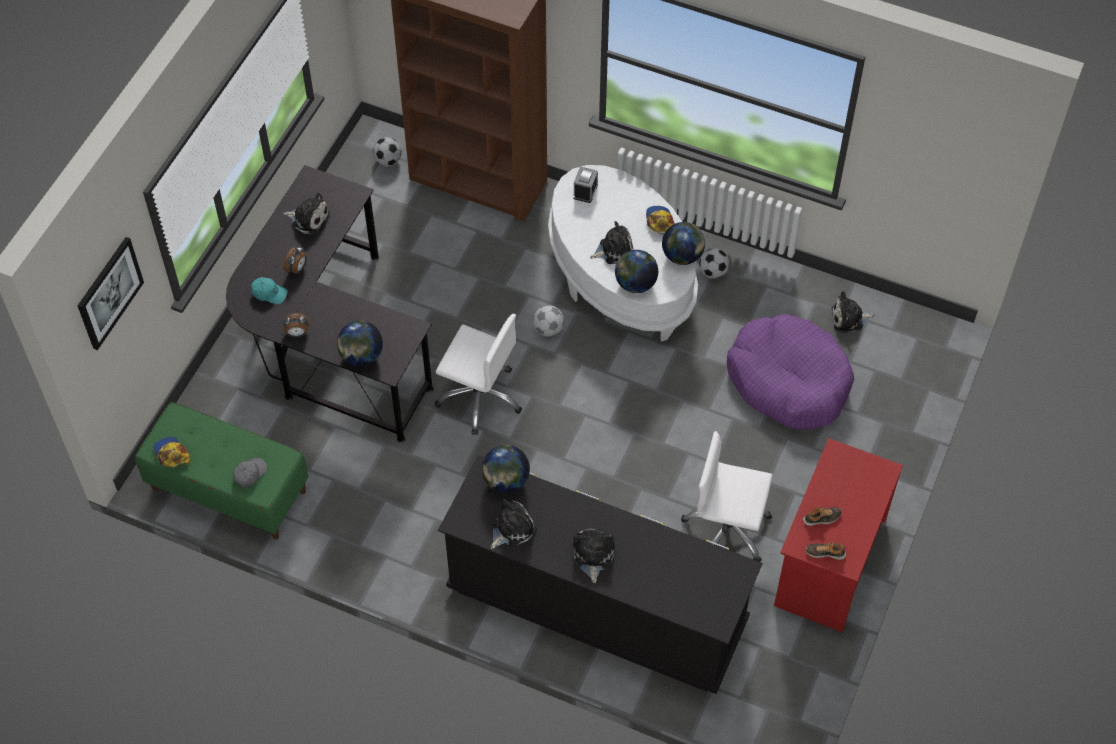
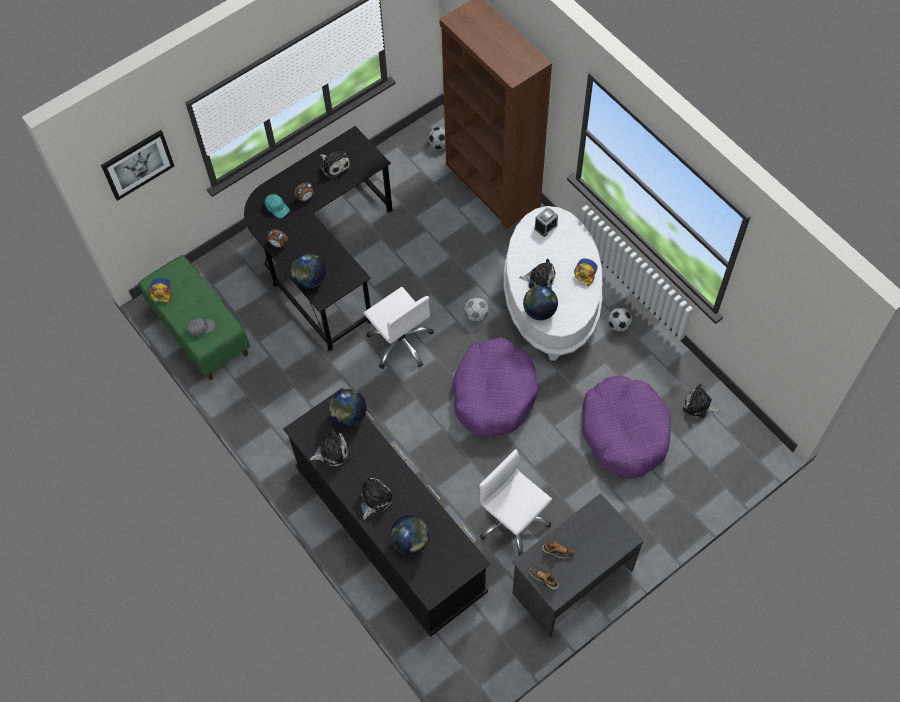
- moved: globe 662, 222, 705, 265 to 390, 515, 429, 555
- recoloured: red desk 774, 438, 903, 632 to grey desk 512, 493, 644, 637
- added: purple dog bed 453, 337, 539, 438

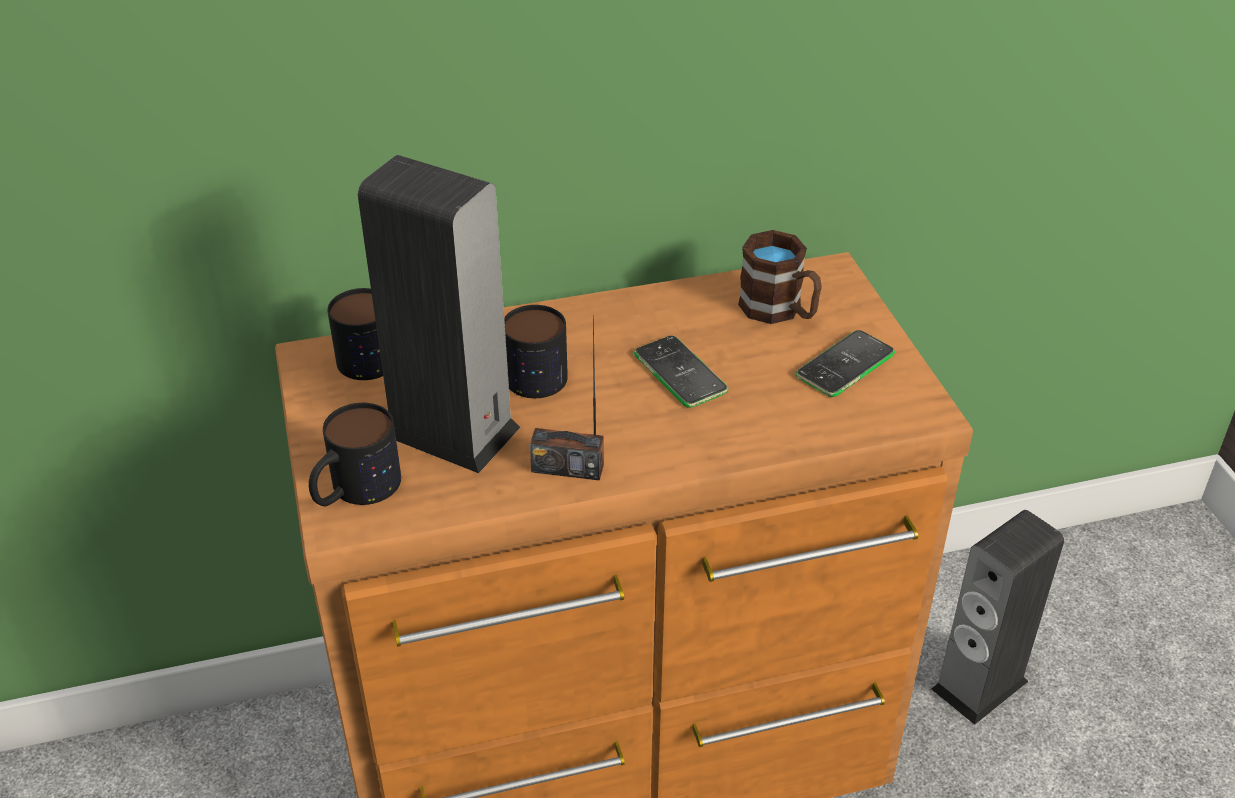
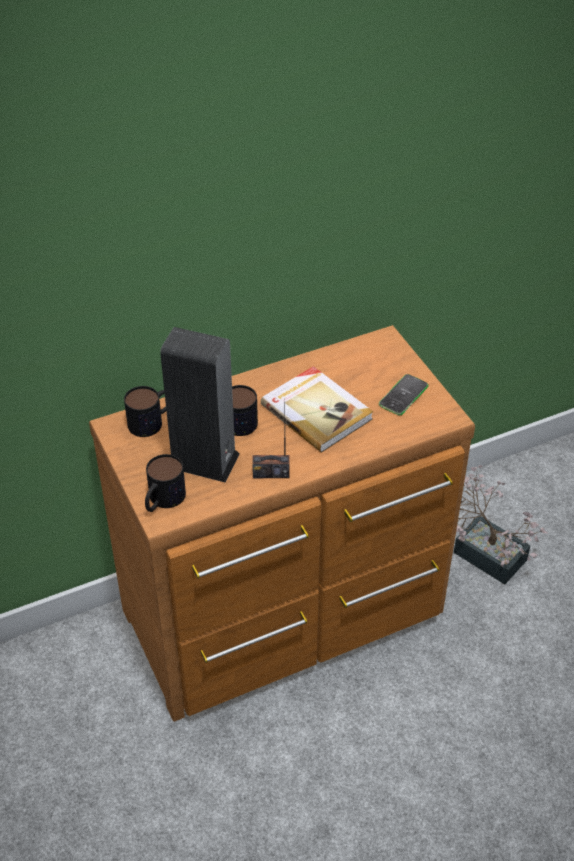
- replaced: phone 634, 336, 728, 408 to book 261, 366, 373, 453
- removed: brown mug 738, 230, 822, 324
- replaced: speaker 931, 510, 1064, 725 to potted plant 454, 465, 547, 584

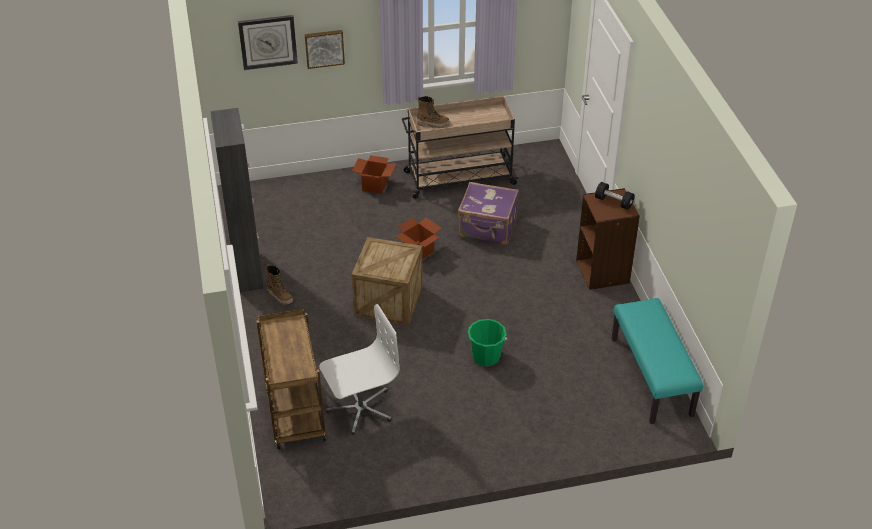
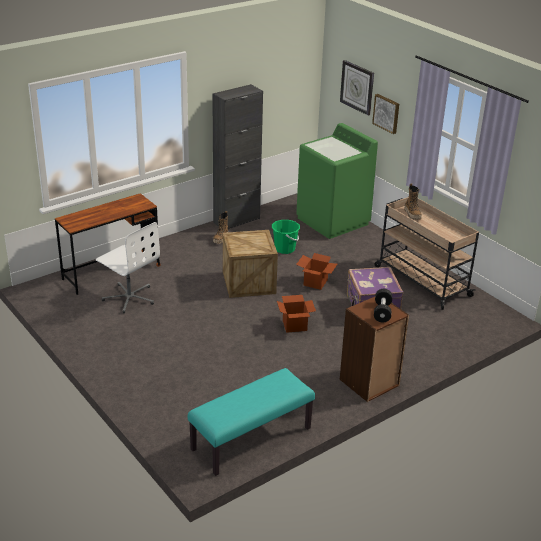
- replaced: brown cart 256, 309, 326, 449 to brown desk 55, 193, 161, 295
- moved: cardboard box 352, 155, 396, 194 to 277, 295, 316, 333
- moved: green bucket 468, 319, 507, 366 to 272, 220, 300, 254
- added: green washing machine 296, 123, 378, 239

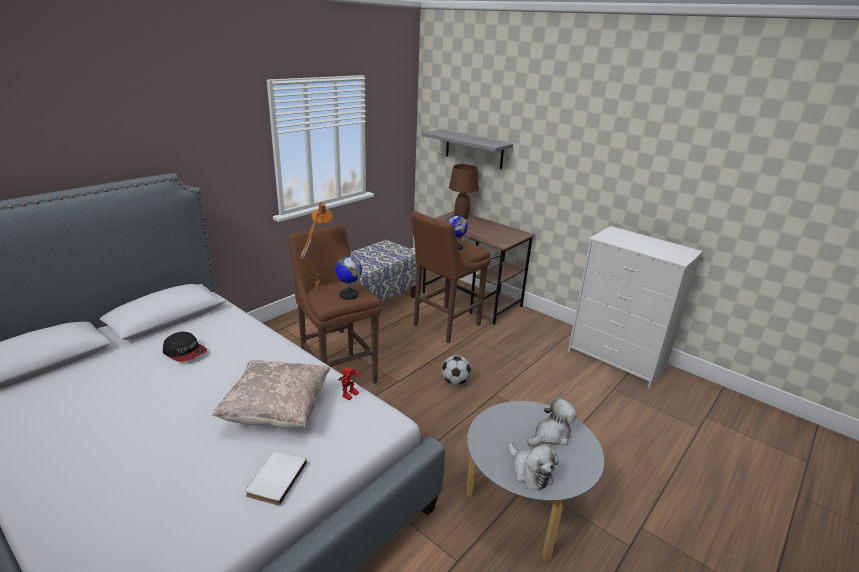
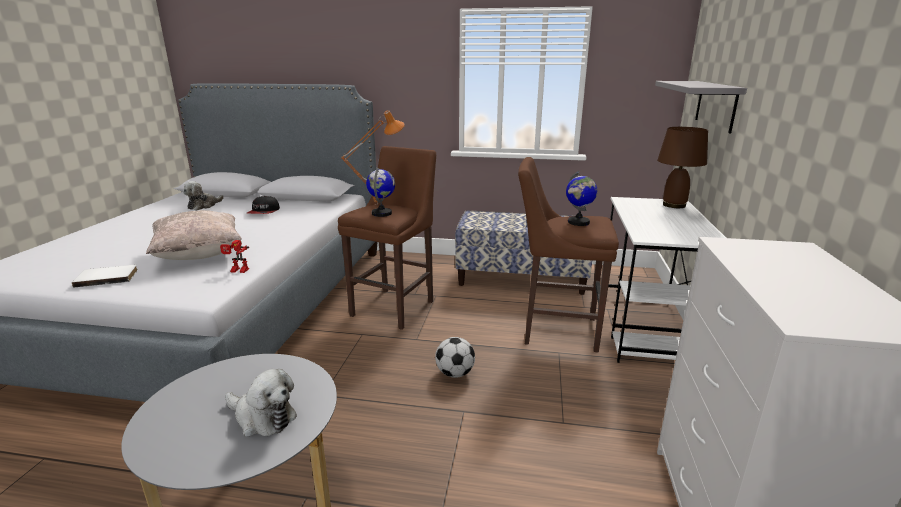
- recoloured: brown desk 422, 211, 535, 325 to white desk 608, 197, 726, 363
- moved: plush toy 508, 442, 559, 490 to 183, 181, 224, 211

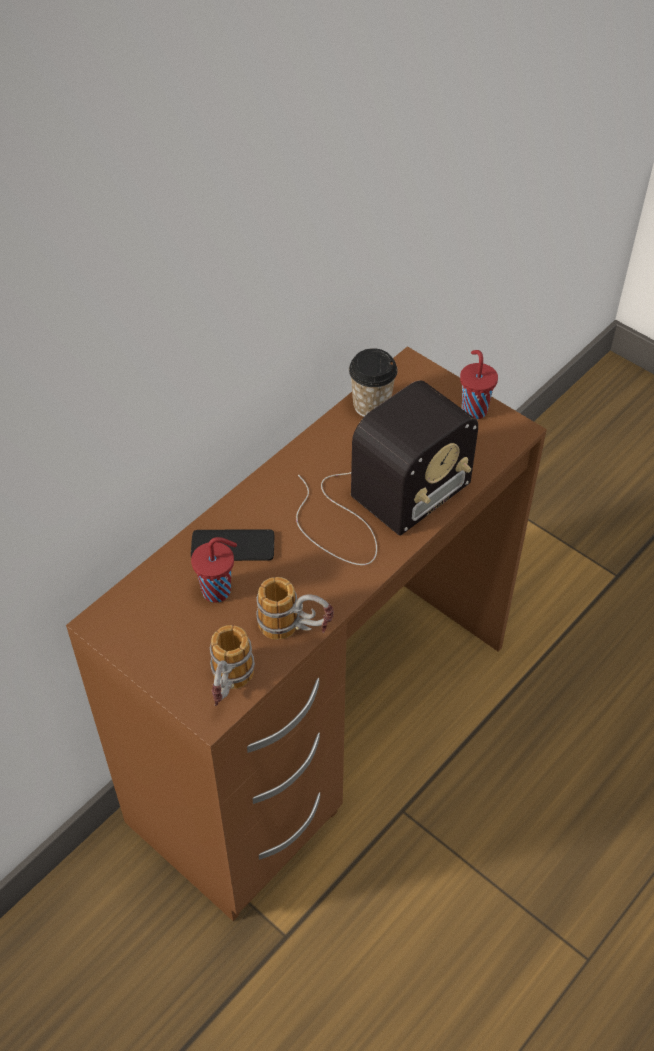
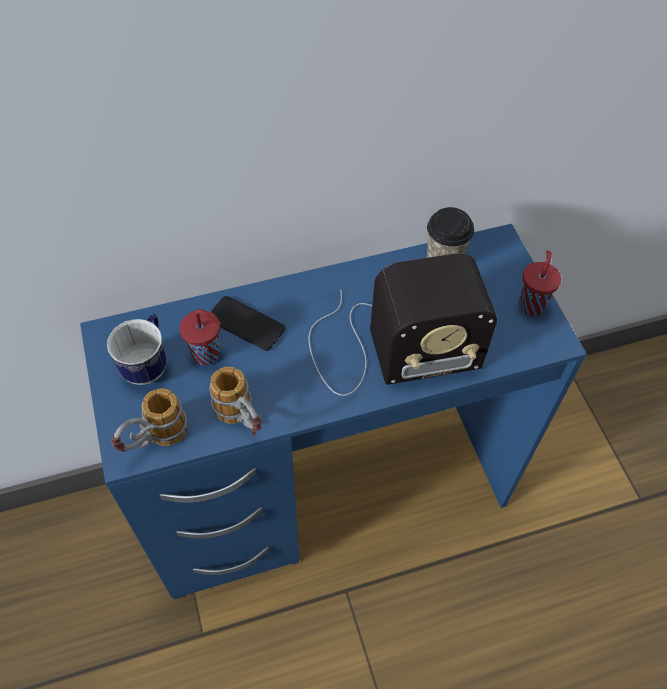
- recoloured: brown desk 66, 346, 547, 921 to blue desk 80, 224, 587, 599
- added: mug 107, 314, 167, 385

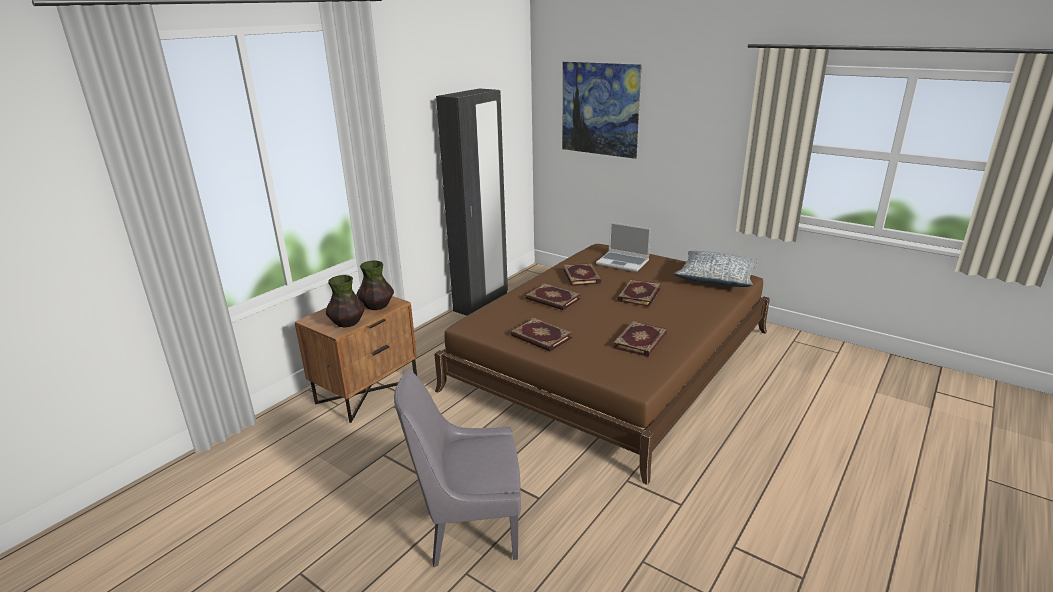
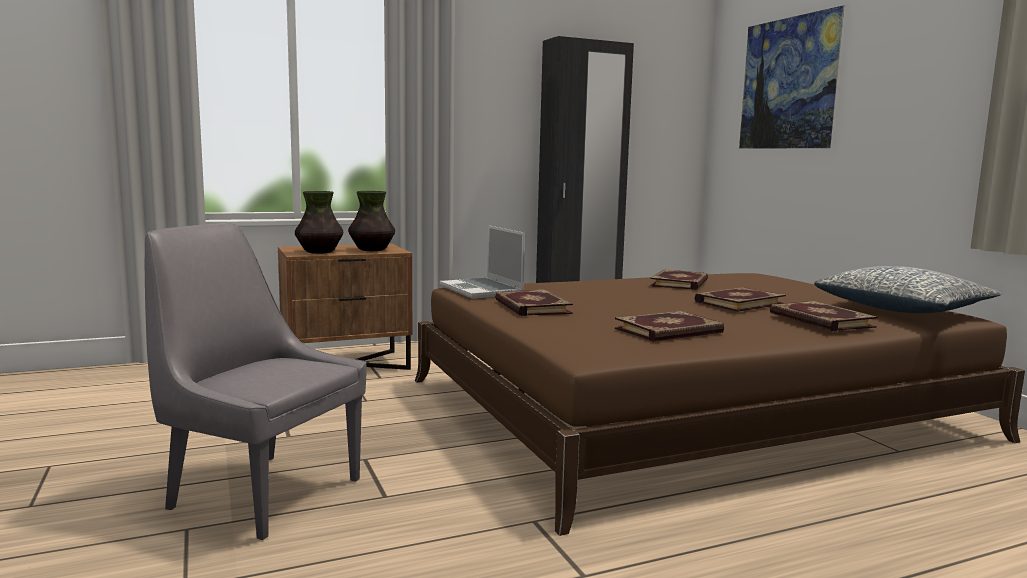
- moved: book 525, 283, 581, 310 to 770, 301, 878, 331
- moved: laptop 596, 222, 651, 272 to 440, 225, 525, 299

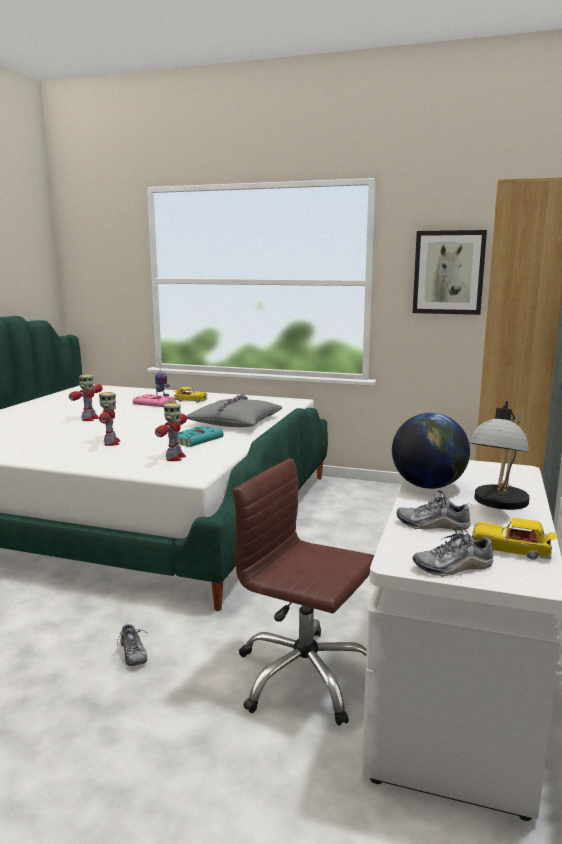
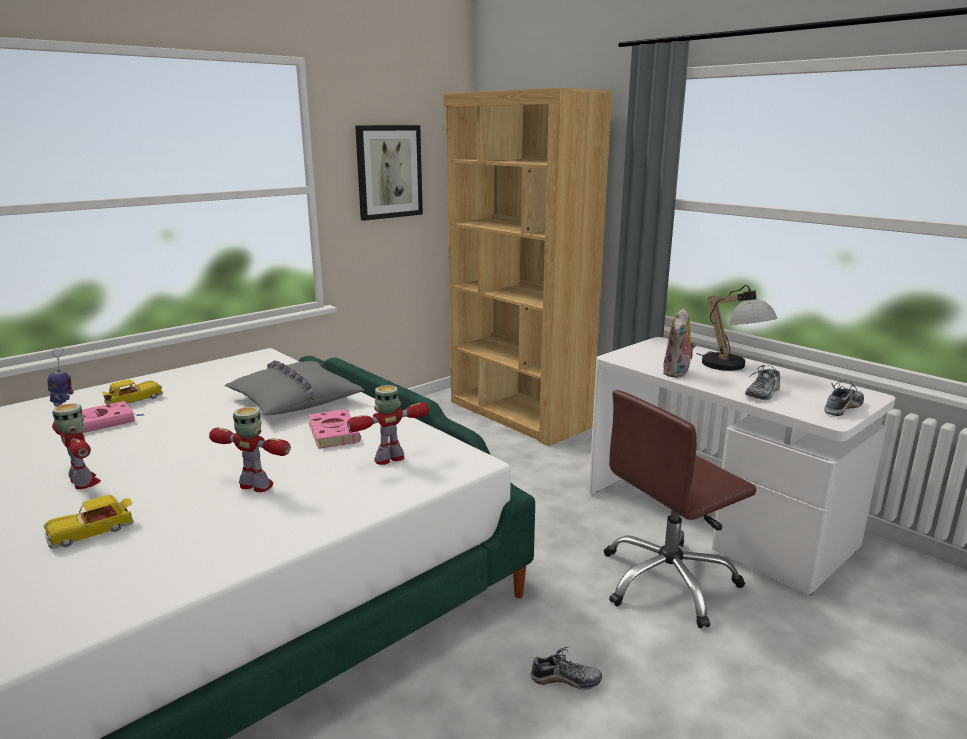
- turned: toy robot 155, 403, 187, 461 = 347, 385, 429, 465 75 degrees counterclockwise
- recoloured: turquoise book 178, 426, 224, 447 to pink book 308, 409, 361, 449
- replaced: globe 392, 413, 470, 489 to plush toy 663, 308, 696, 378
- turned: shoe 413, 526, 494, 577 = 824, 380, 864, 416 150 degrees counterclockwise
- moved: toy car 472, 518, 557, 560 to 44, 495, 134, 549

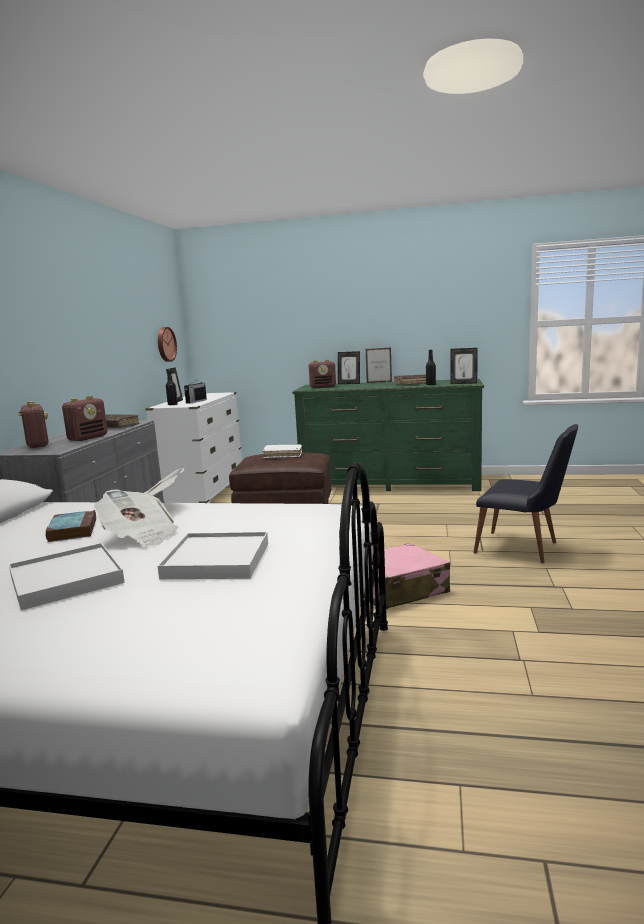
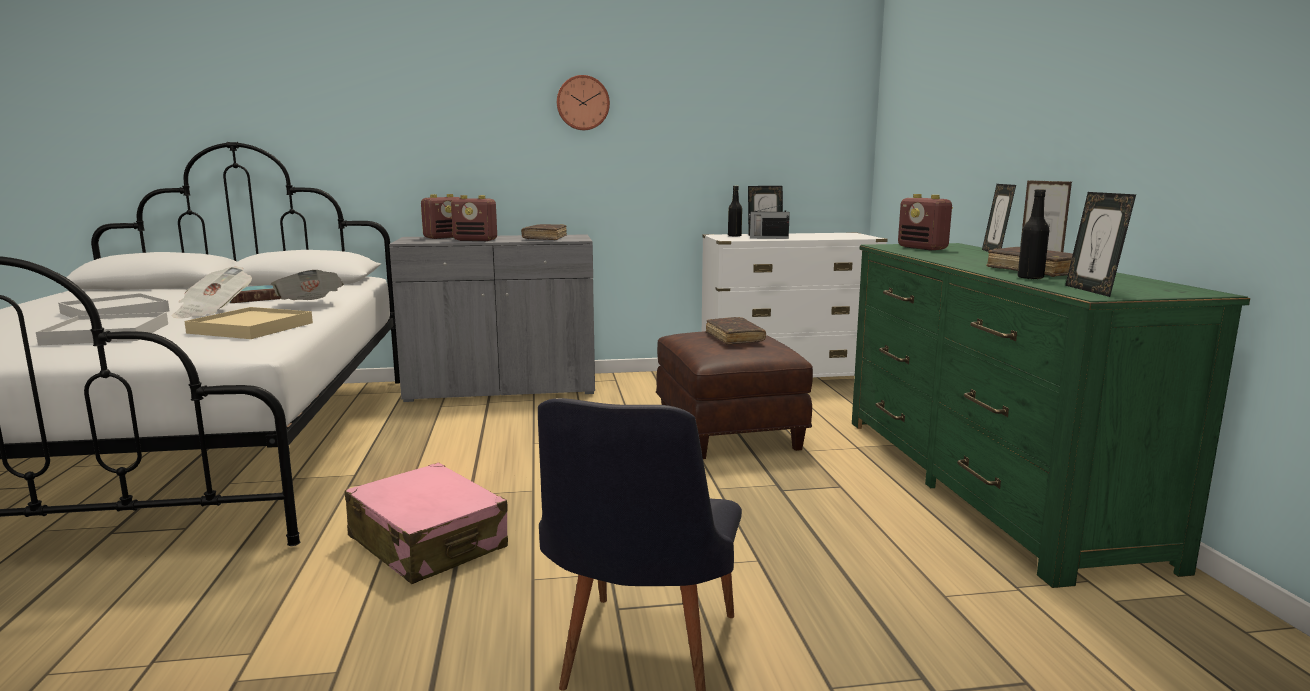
- moved: wall clock 158, 327, 177, 362 to 557, 75, 610, 130
- recoloured: white book 263, 444, 302, 458 to brown book 706, 317, 766, 345
- added: beige tray 184, 307, 313, 339

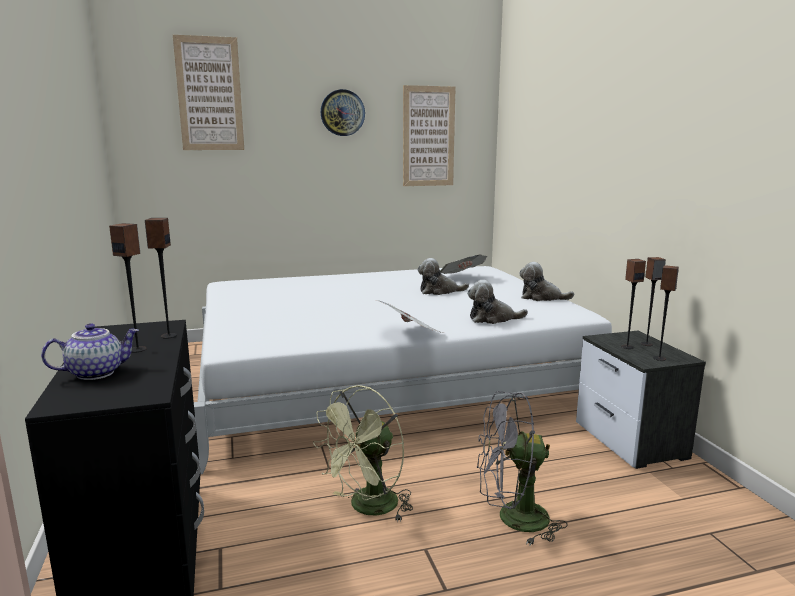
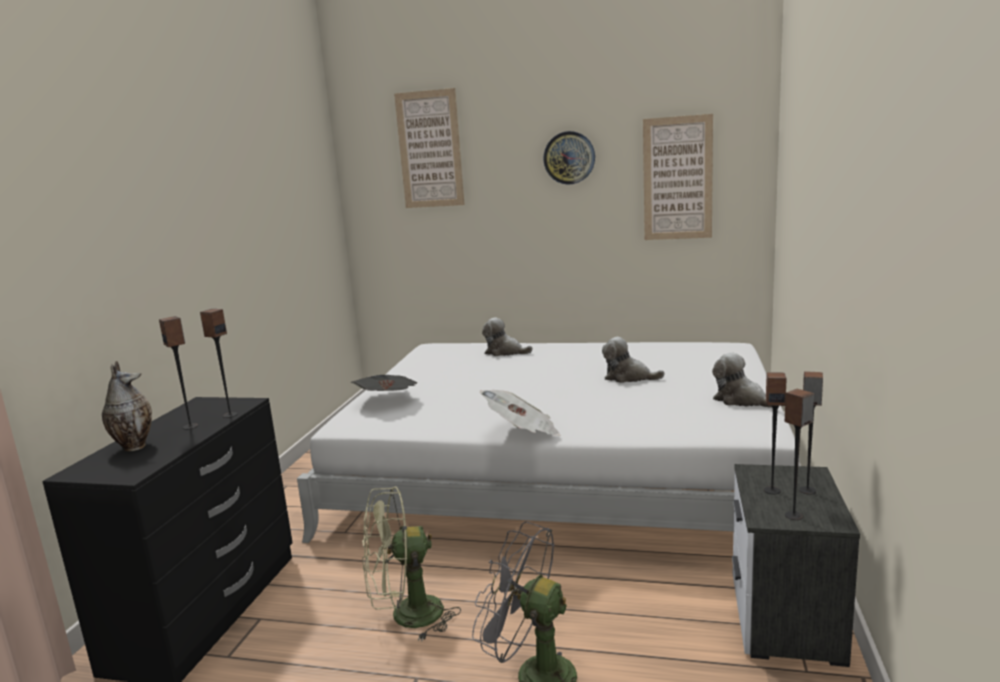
- replaced: teapot 41, 323, 139, 380 to vase 102, 361, 152, 451
- moved: newspaper 440, 254, 487, 274 to 351, 375, 417, 391
- moved: plush toy 467, 280, 528, 324 to 482, 318, 533, 356

